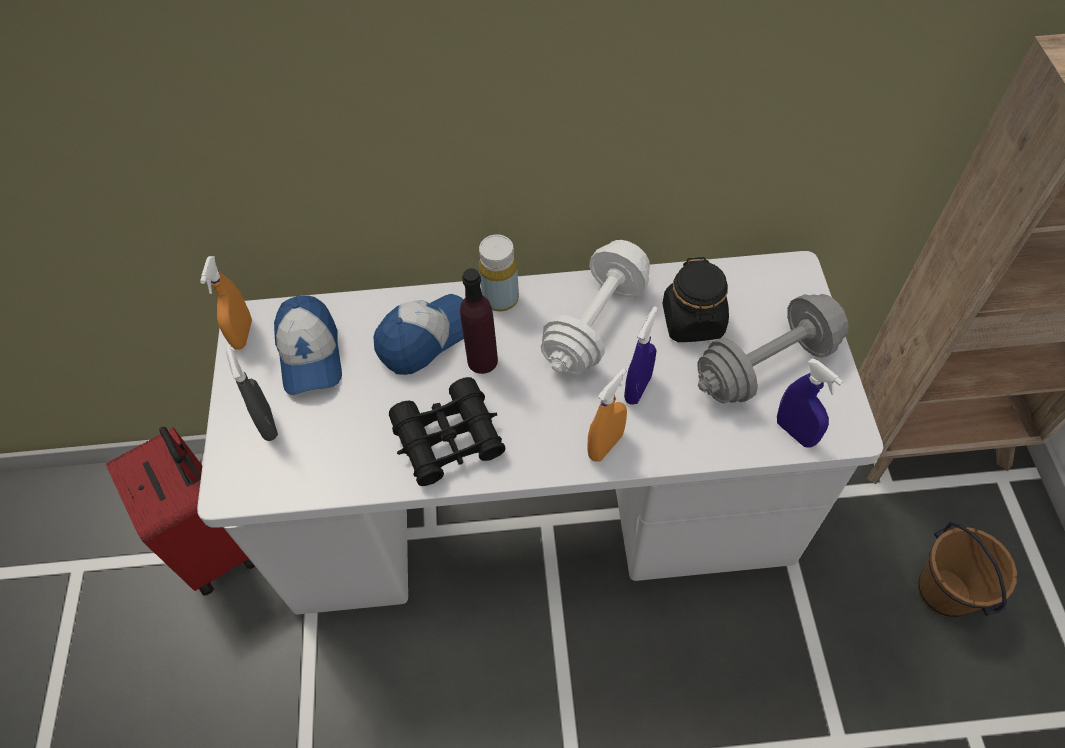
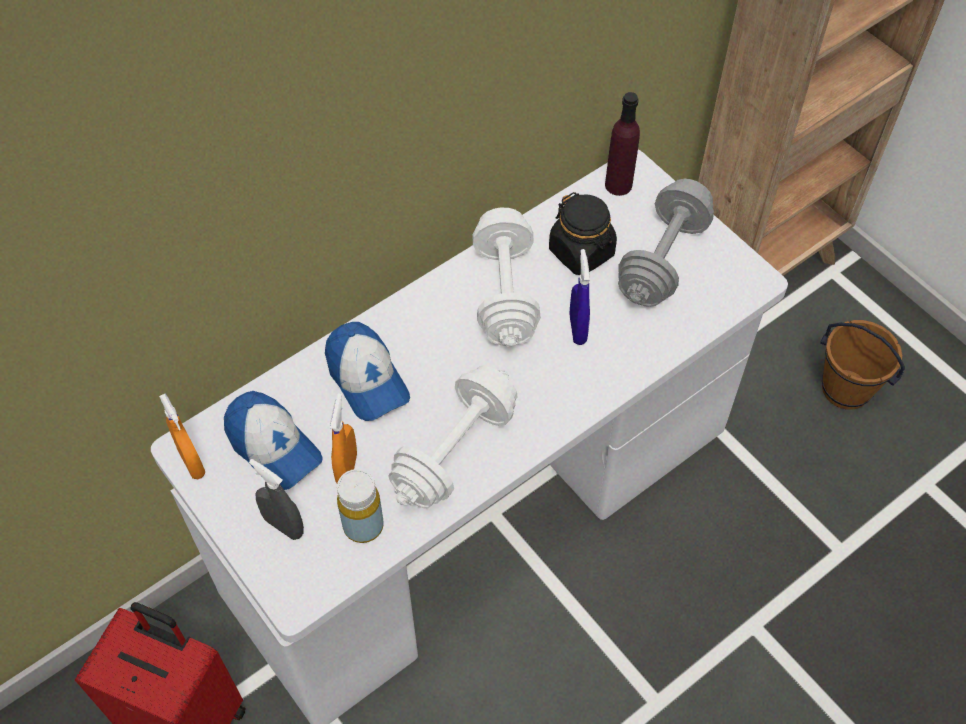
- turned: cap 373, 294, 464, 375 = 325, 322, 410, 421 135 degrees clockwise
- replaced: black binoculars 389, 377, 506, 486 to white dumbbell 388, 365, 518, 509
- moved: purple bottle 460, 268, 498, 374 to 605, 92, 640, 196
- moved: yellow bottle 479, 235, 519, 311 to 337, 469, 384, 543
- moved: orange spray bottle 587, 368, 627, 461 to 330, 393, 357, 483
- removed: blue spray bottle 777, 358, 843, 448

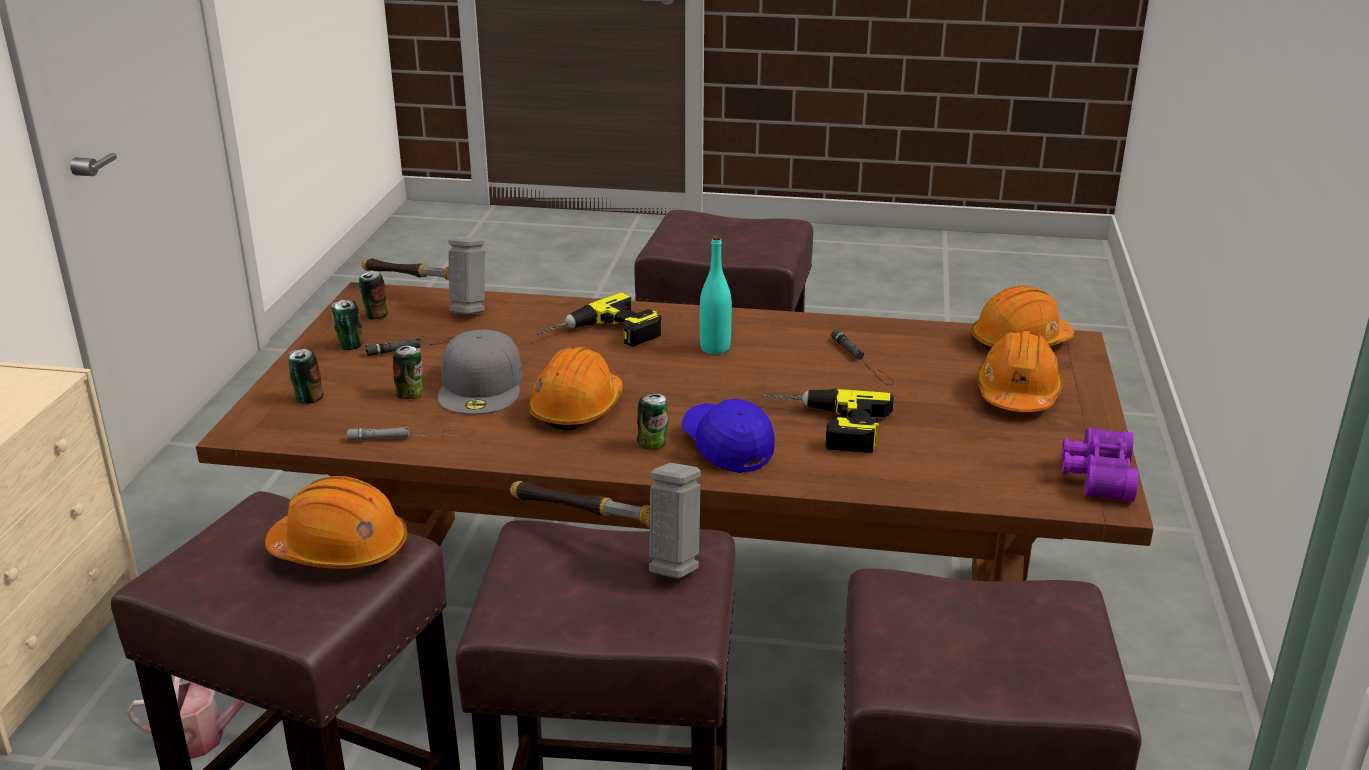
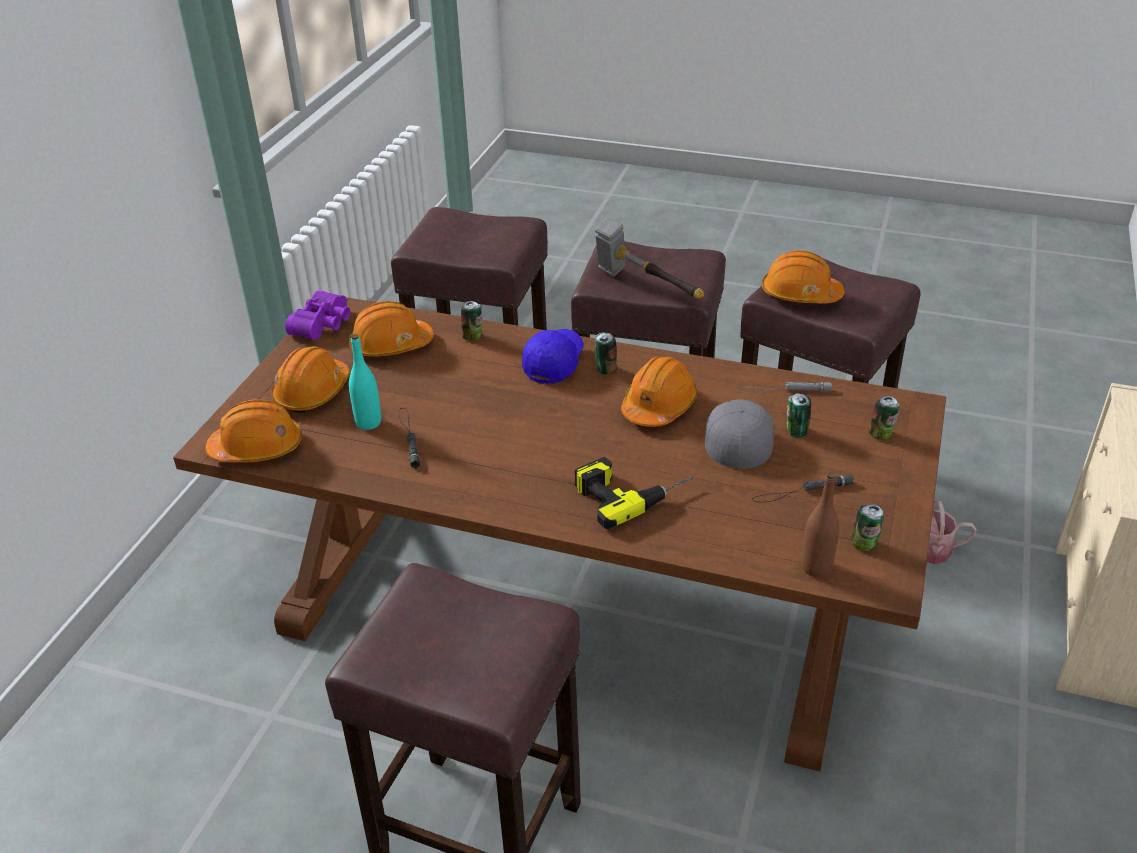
- moved: can 331, 300, 364, 350 to 461, 301, 482, 341
- replaced: hammer 362, 237, 485, 315 to brown bottle 801, 472, 839, 577
- turned: blue cap 682, 399, 775, 473 = 522, 329, 584, 384 135 degrees counterclockwise
- moved: turquoise bottle 700, 236, 732, 355 to 349, 334, 381, 430
- removed: power drill 762, 389, 894, 453
- added: orange hard hat 349, 301, 434, 357

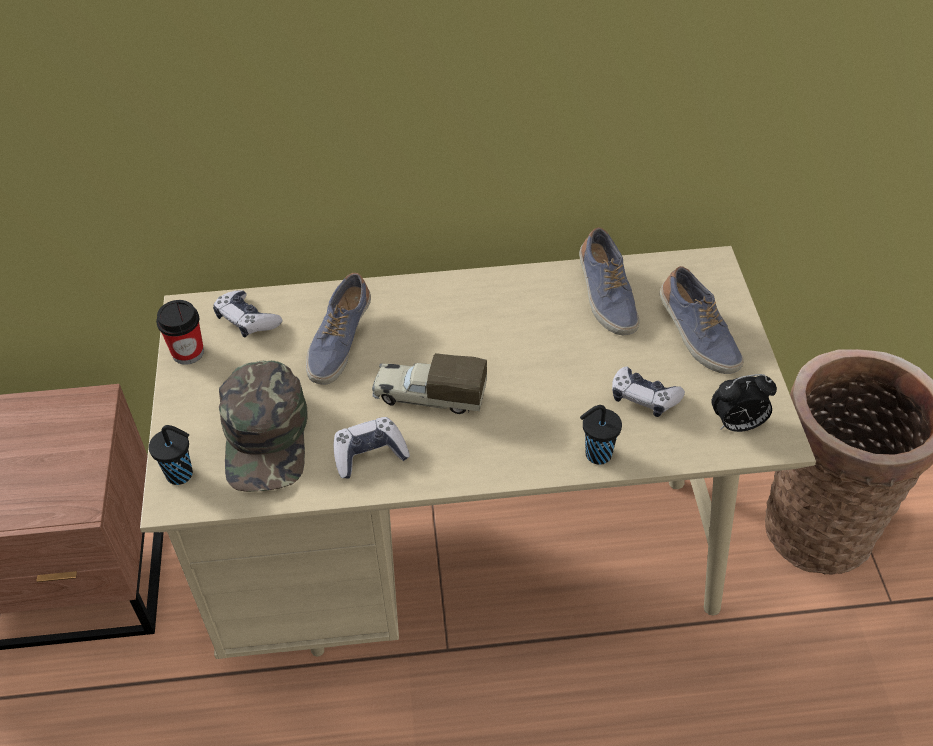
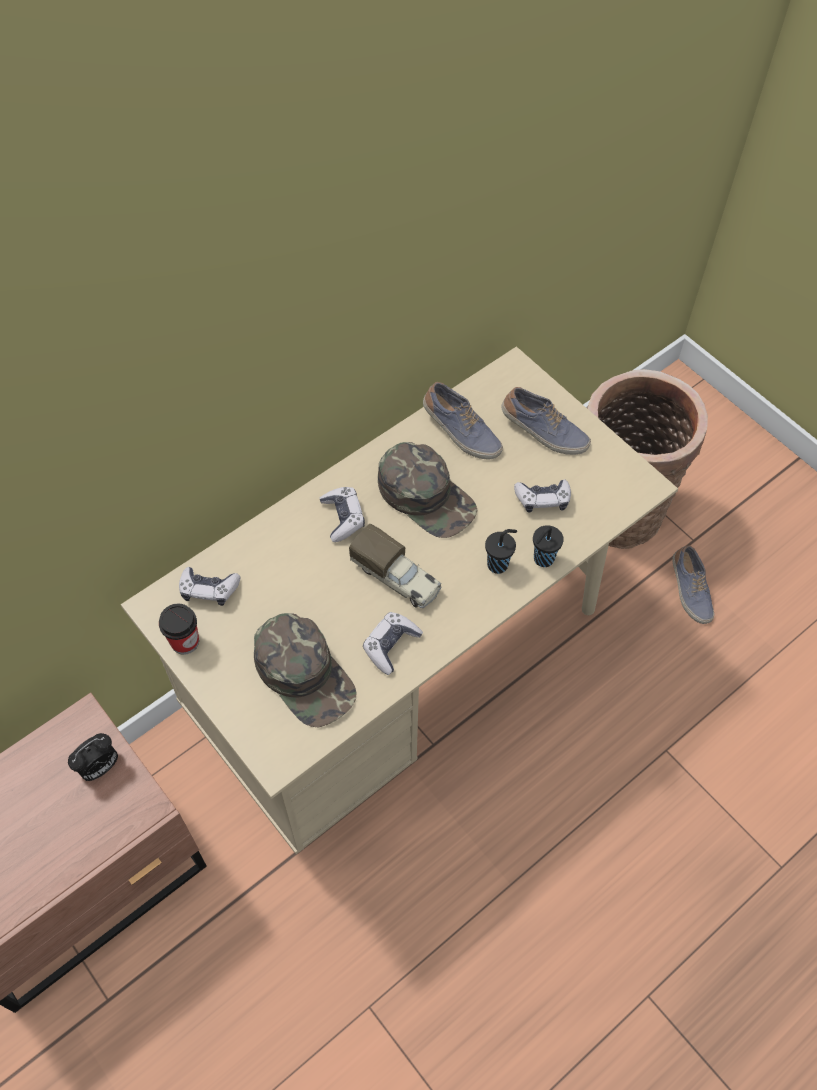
- moved: black cup 149, 425, 193, 485 to 485, 529, 517, 574
- moved: shoe 306, 273, 371, 385 to 672, 545, 714, 624
- turned: toy truck 372, 353, 487, 414 = 349, 524, 441, 608 120 degrees counterclockwise
- moved: alarm clock 711, 374, 777, 432 to 68, 733, 118, 781
- added: game controller 320, 487, 365, 542
- added: green cap 378, 442, 478, 538

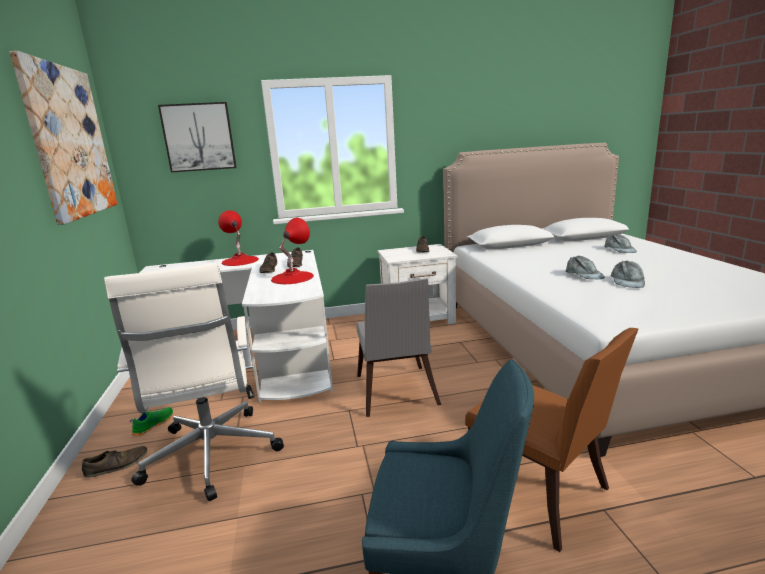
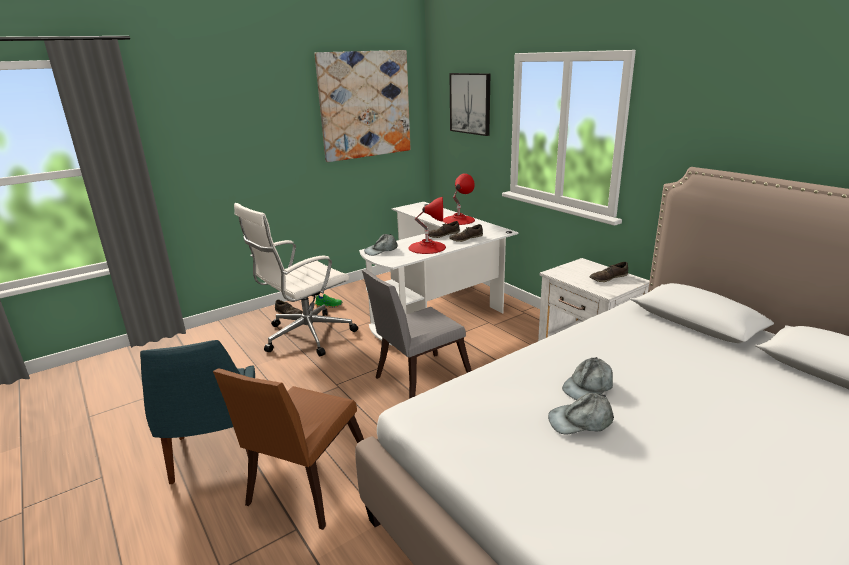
- moved: grey cap 604, 234, 637, 253 to 364, 234, 398, 256

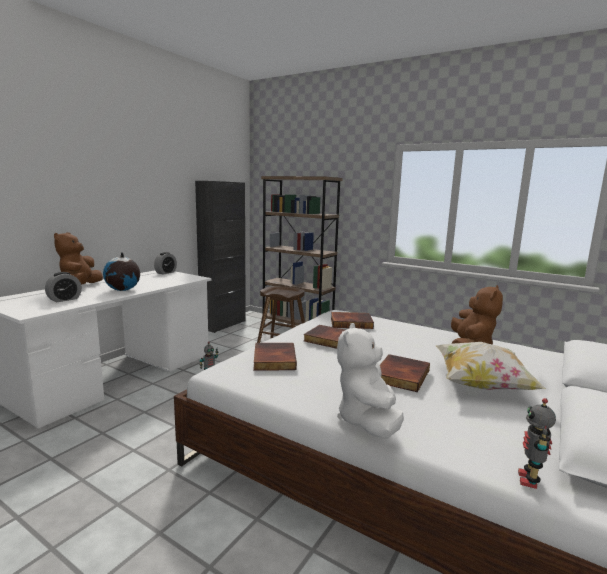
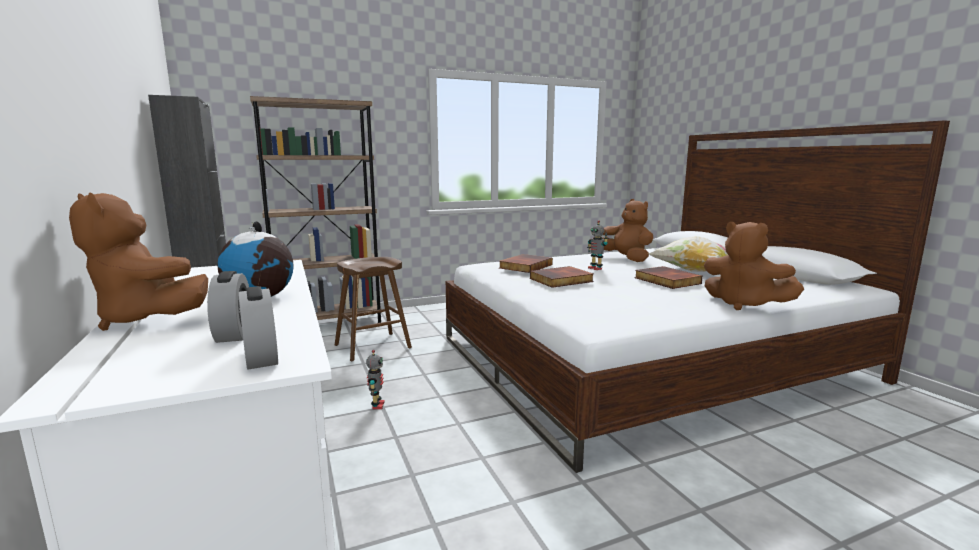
- moved: alarm clock 154, 252, 177, 275 to 238, 286, 278, 370
- removed: book 253, 343, 297, 371
- recoloured: white plush toy 337, 323, 404, 438 to brown plush toy 704, 222, 804, 310
- moved: toy robot 518, 398, 556, 489 to 587, 220, 608, 270

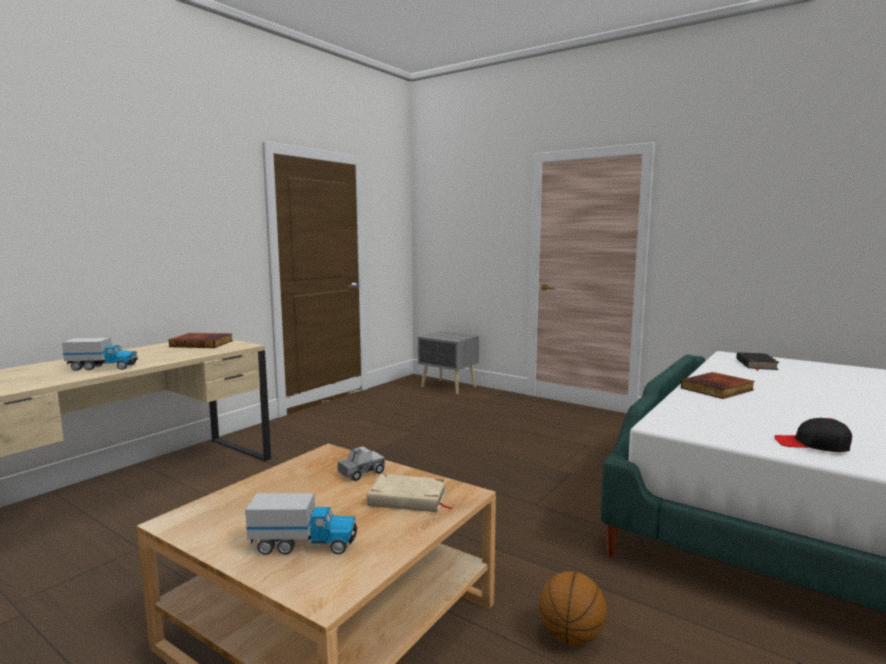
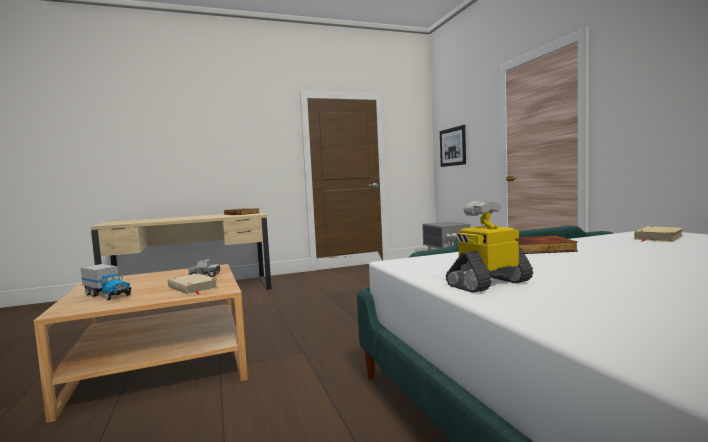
- removed: toy truck 62, 338, 138, 371
- removed: basketball 539, 571, 607, 645
- recoloured: black book 736, 352, 780, 371 to beige book 634, 226, 683, 242
- replaced: black cap 774, 418, 852, 452 to toy robot 443, 201, 533, 293
- added: picture 440, 125, 466, 167

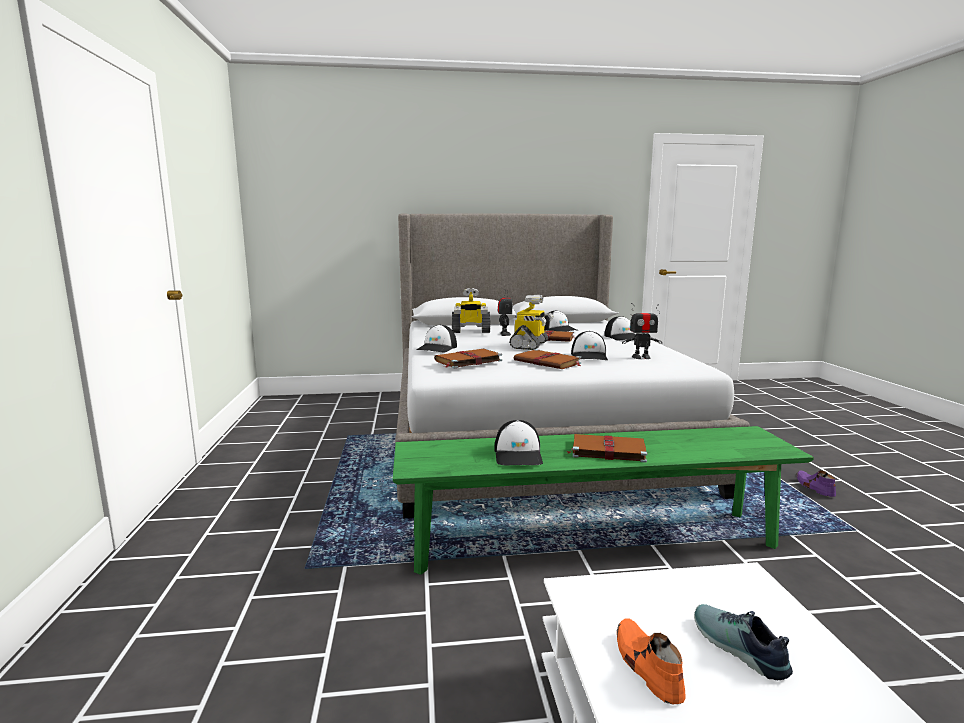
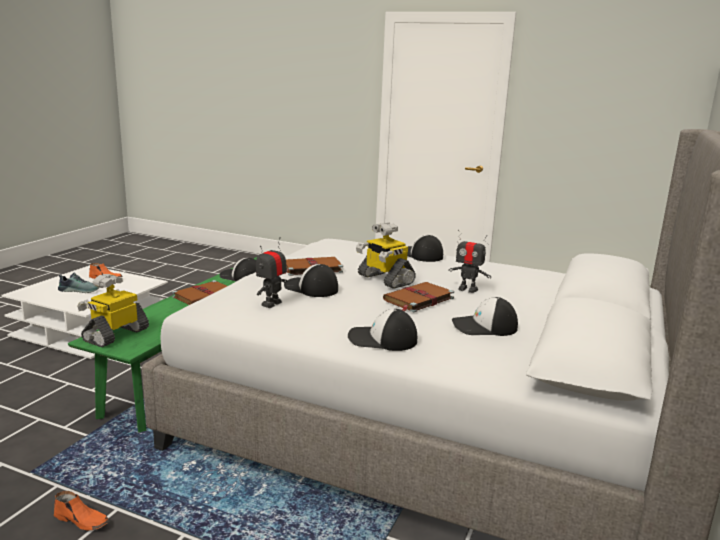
- removed: brown book 434, 349, 502, 368
- moved: toy robot 452, 288, 490, 333 to 77, 274, 149, 347
- recoloured: purple shoe 796, 470, 836, 497 to orange shoe 54, 491, 109, 530

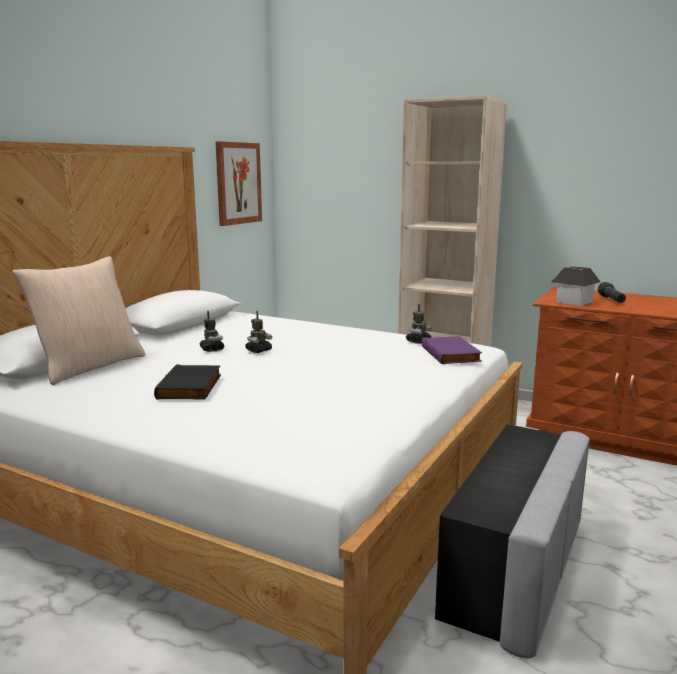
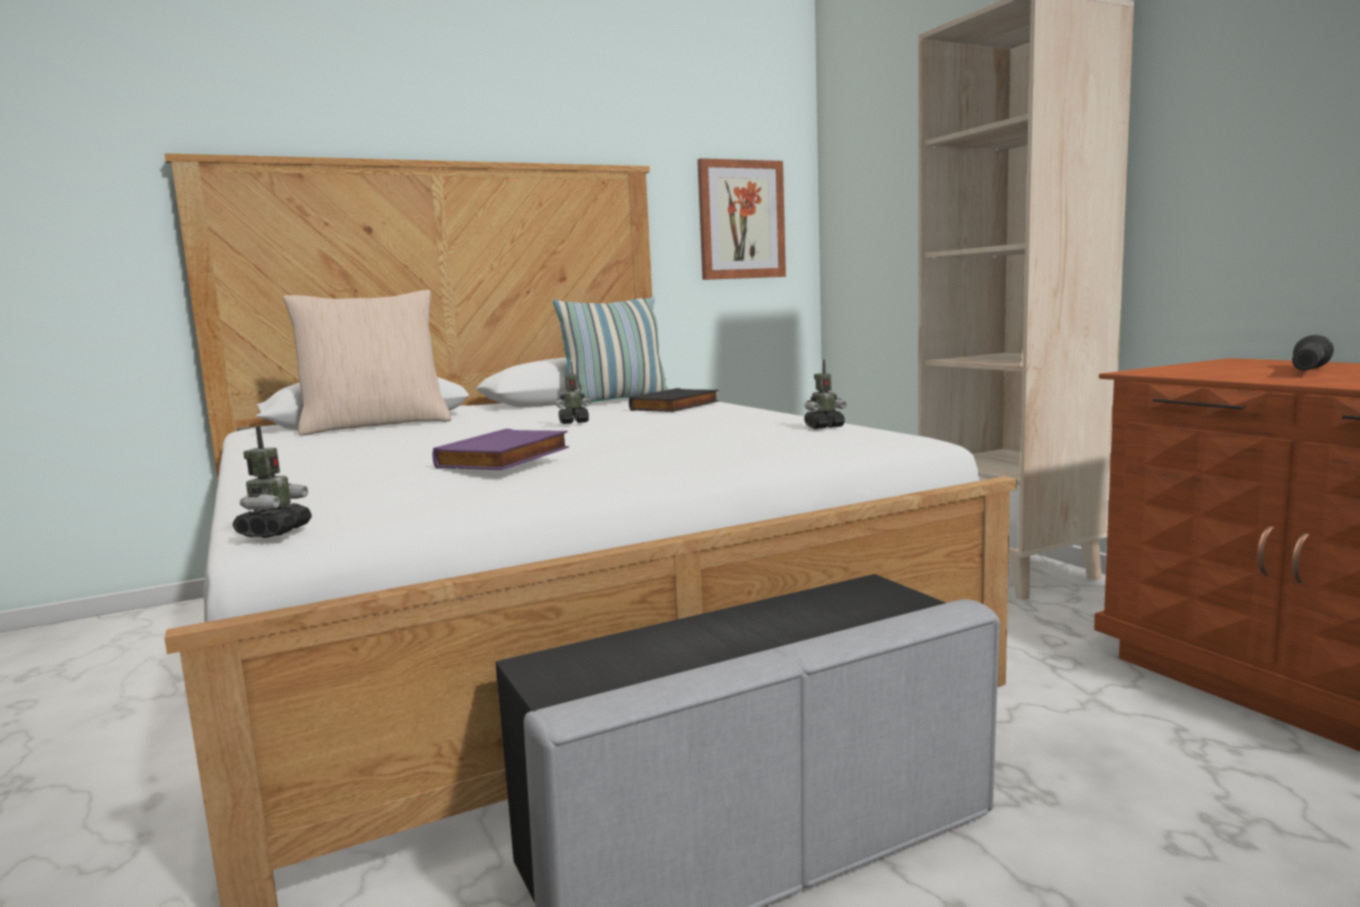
- moved: black book 154, 364, 221, 400 to 629, 388, 719, 412
- moved: toy robot 199, 311, 225, 352 to 233, 426, 312, 538
- moved: purple book 422, 336, 482, 364 to 432, 429, 569, 470
- removed: toy house 552, 266, 601, 306
- added: pillow 553, 296, 669, 404

